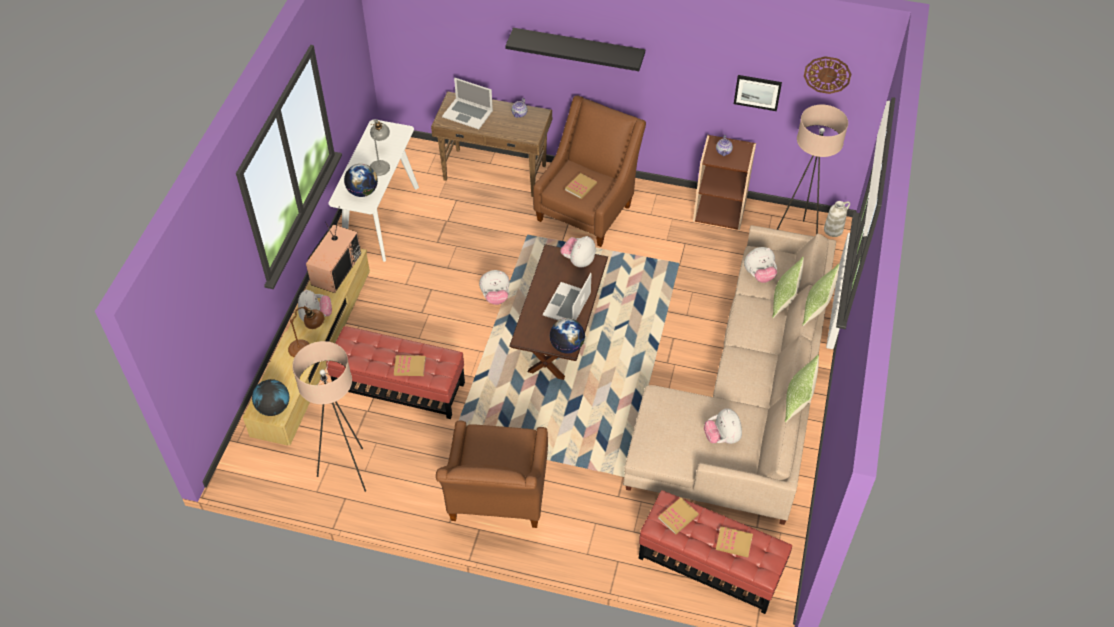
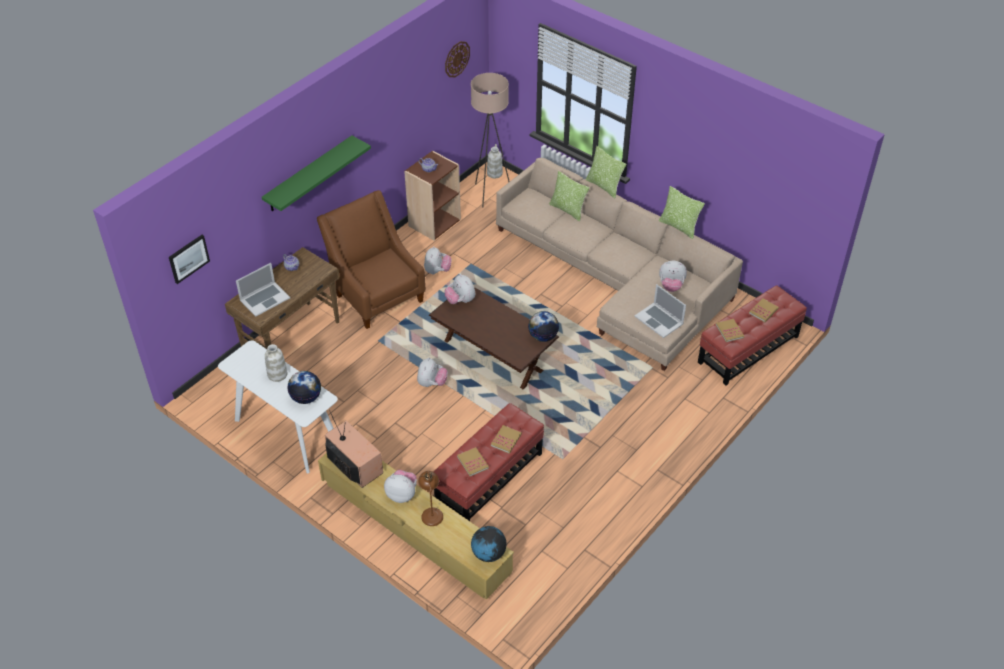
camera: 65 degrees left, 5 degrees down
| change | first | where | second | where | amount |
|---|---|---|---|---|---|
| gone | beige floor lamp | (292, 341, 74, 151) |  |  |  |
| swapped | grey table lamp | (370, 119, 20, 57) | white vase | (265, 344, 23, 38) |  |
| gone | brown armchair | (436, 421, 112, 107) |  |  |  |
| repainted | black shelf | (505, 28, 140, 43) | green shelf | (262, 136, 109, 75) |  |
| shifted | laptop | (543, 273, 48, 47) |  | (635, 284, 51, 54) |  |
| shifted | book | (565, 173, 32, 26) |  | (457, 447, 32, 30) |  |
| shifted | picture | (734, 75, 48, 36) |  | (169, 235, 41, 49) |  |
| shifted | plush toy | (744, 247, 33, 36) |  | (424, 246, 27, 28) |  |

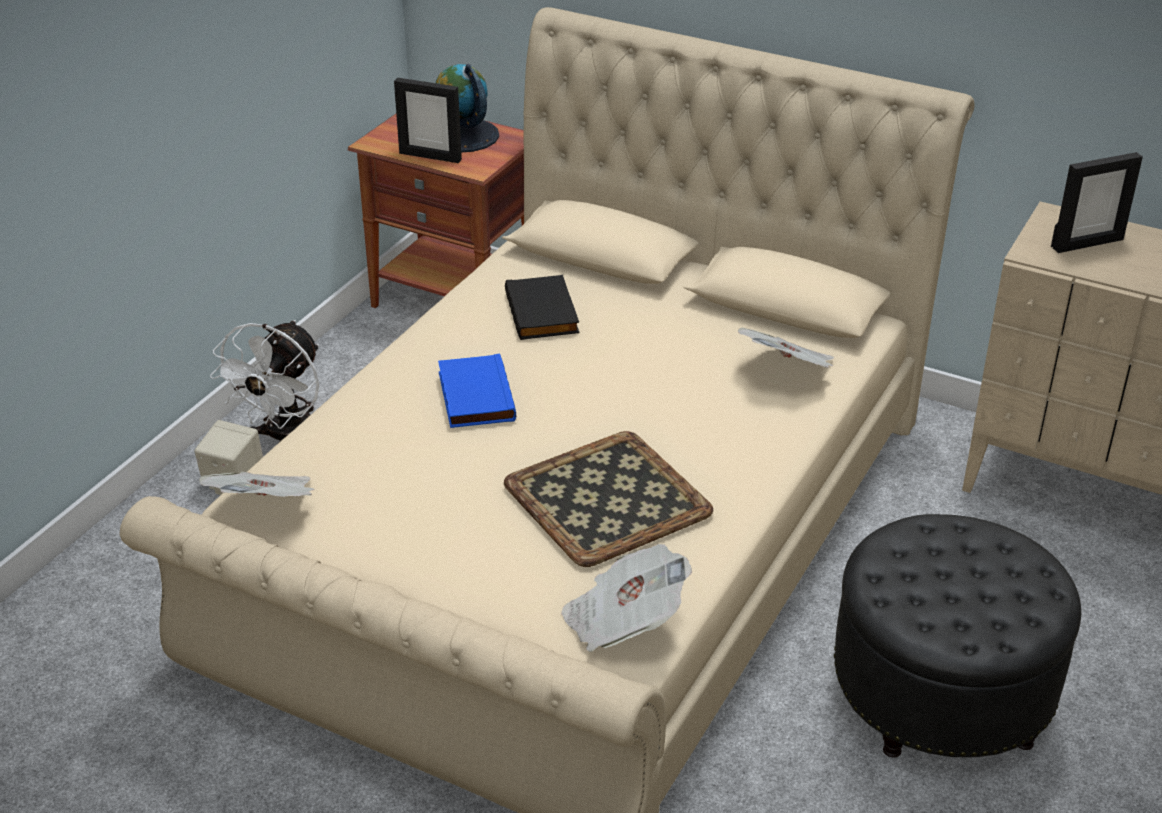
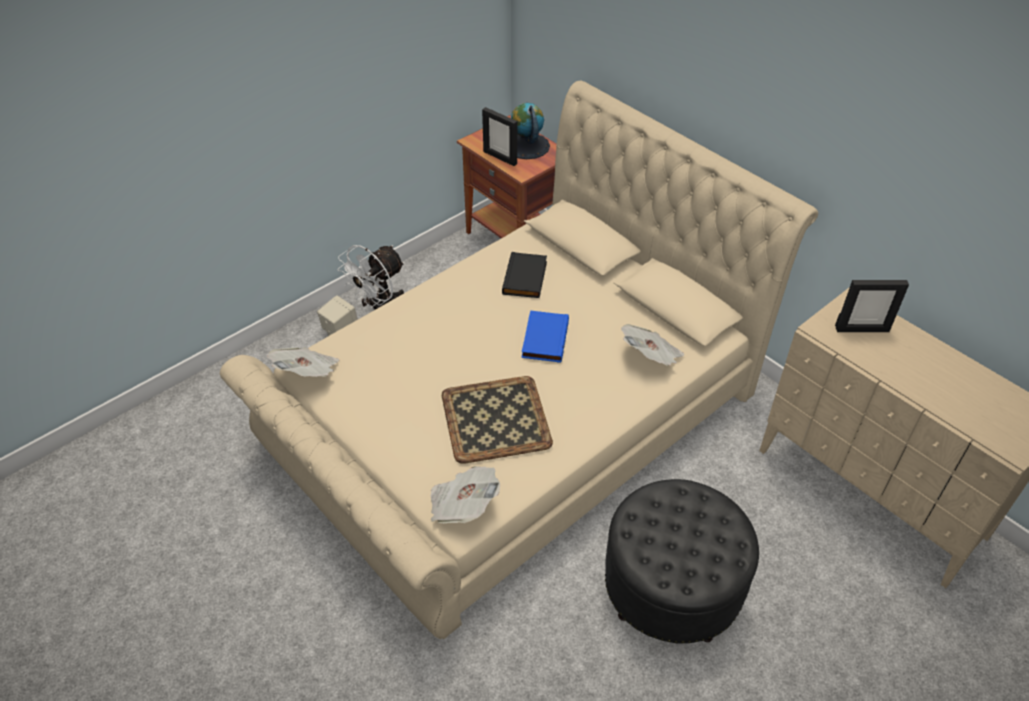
camera: 20 degrees right, 10 degrees up
| change | first | where | second | where | amount |
|---|---|---|---|---|---|
| shifted | blue book | (438, 354, 78, 74) |  | (521, 310, 48, 53) |  |

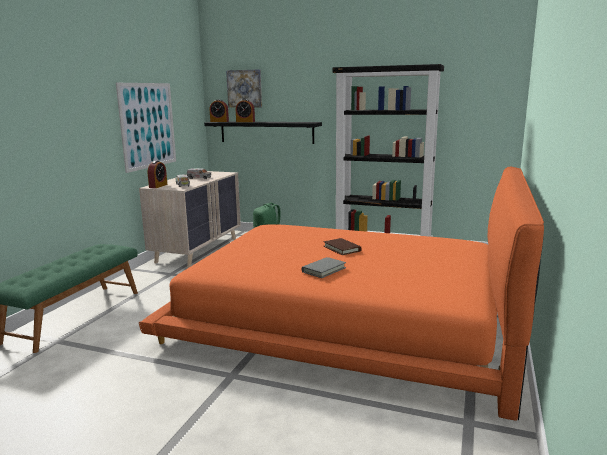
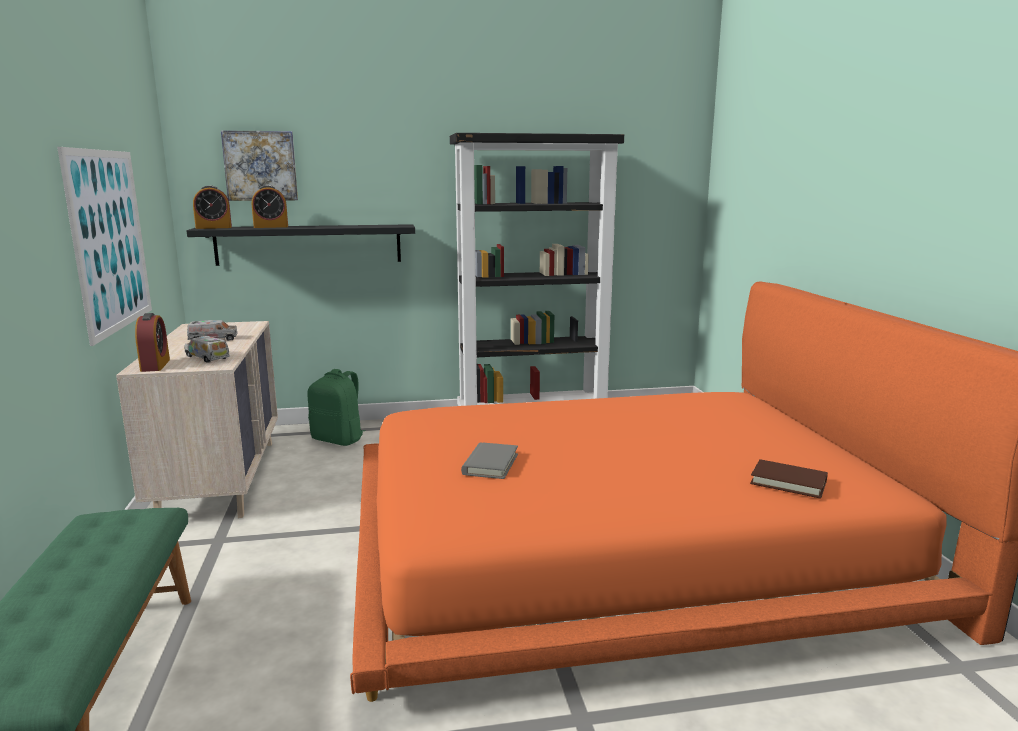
camera: 30 degrees left, 0 degrees up
| change | first | where | second | where | amount |
|---|---|---|---|---|---|
| shifted | grey book | (302, 257, 44, 21) |  | (461, 442, 57, 37) |  |
| shifted | brown book | (323, 238, 39, 17) |  | (750, 459, 78, 40) |  |

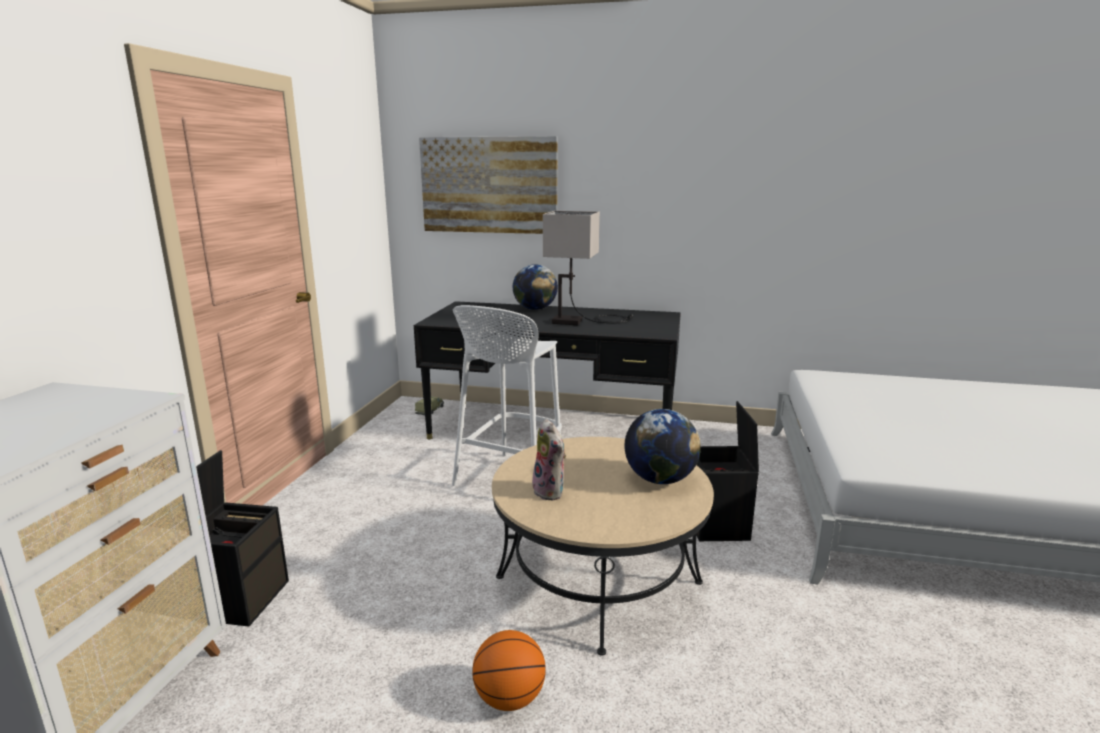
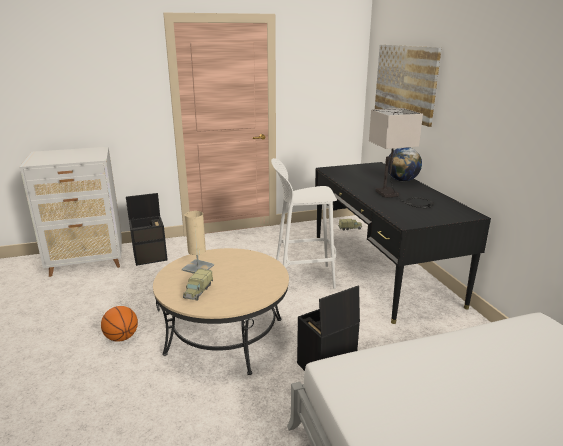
camera: 60 degrees right, 5 degrees up
| change | first | where | second | where | amount |
|---|---|---|---|---|---|
| swapped | plush toy | (532, 419, 34, 81) | beige table lamp | (182, 211, 32, 63) |  |
| gone | globe | (625, 409, 76, 75) |  |  |  |
| new |  |  | toy truck | (183, 268, 30, 33) |  |

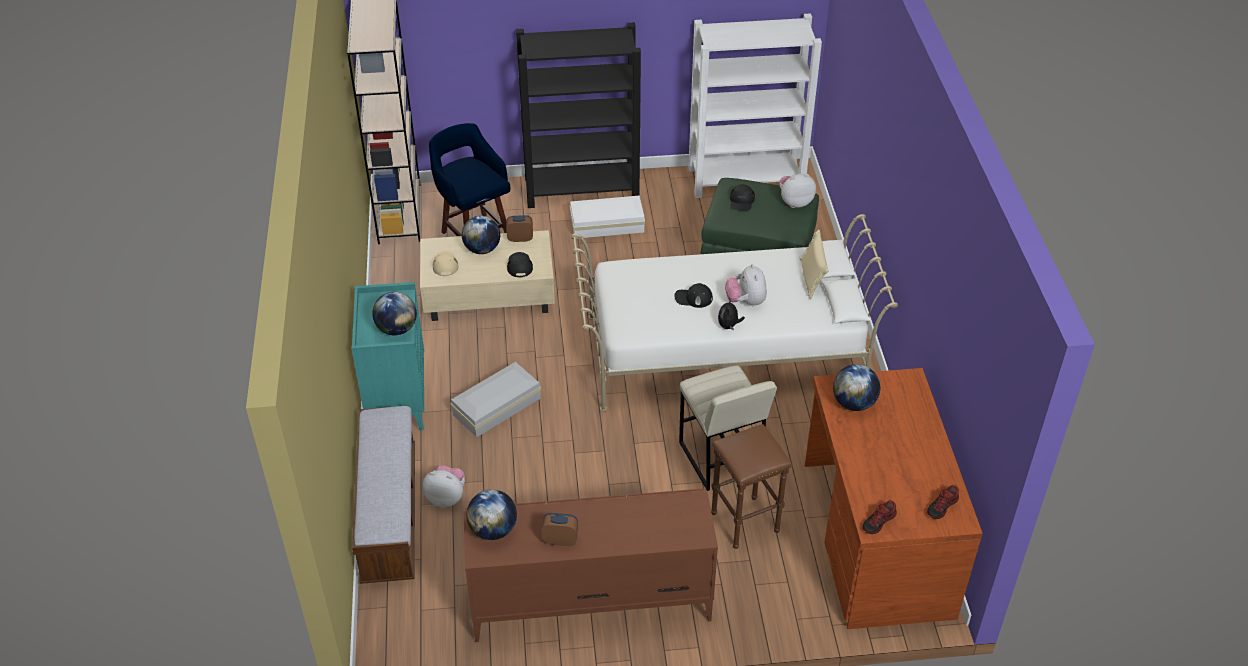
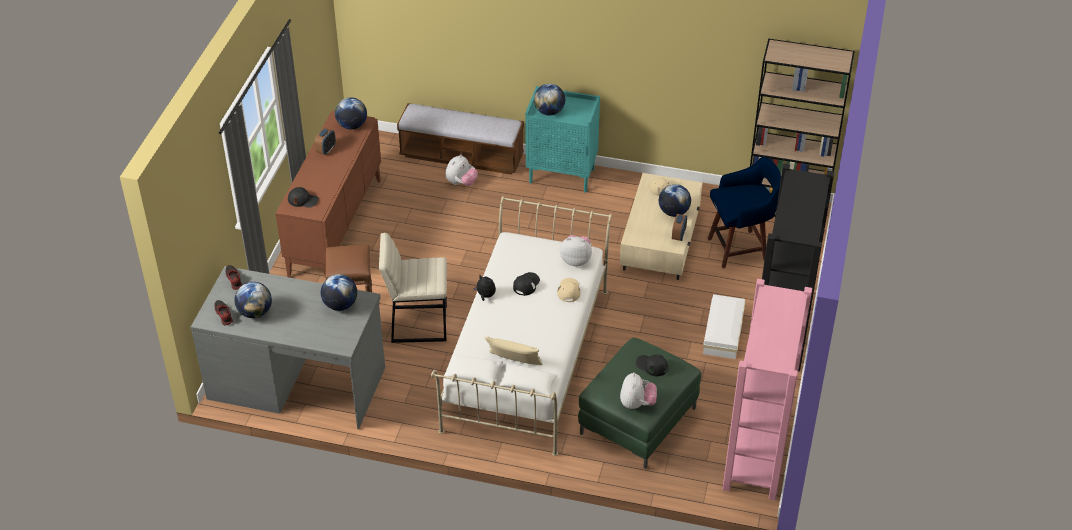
camera: 110 degrees right, 0 degrees up
| change | first | where | second | where | amount |
|---|---|---|---|---|---|
| gone | white storage box | (450, 362, 91, 76) |  |  |  |
| shifted | black cap | (507, 252, 26, 25) |  | (288, 187, 31, 21) |  |
| repainted | white bookcase | (688, 13, 134, 185) | pink bookcase | (722, 279, 90, 221) |  |
| shifted | plush toy | (725, 264, 42, 42) |  | (560, 235, 32, 31) |  |
| repainted | brown desk | (805, 368, 178, 261) | grey desk | (191, 266, 194, 163) |  |
| new |  |  | globe | (234, 282, 38, 36) |  |
| new |  |  | beige cap | (557, 278, 24, 24) |  |

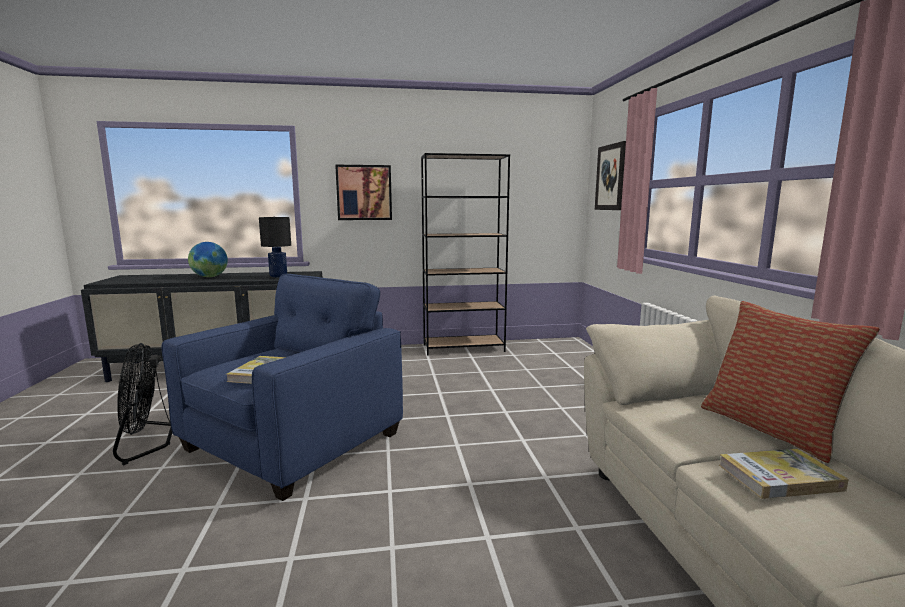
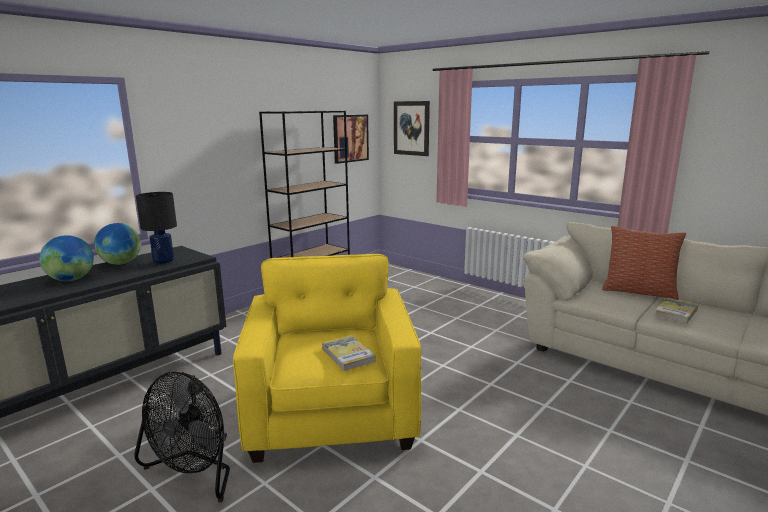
camera: 40 degrees left, 5 degrees up
| change | first | where | second | where | amount |
|---|---|---|---|---|---|
| repainted | blue armchair | (162, 274, 241, 227) | yellow armchair | (233, 254, 188, 209) |  |
| shifted | picture | (335, 165, 57, 55) |  | (333, 115, 36, 49) |  |
| new |  |  | globe | (94, 223, 47, 42) |  |

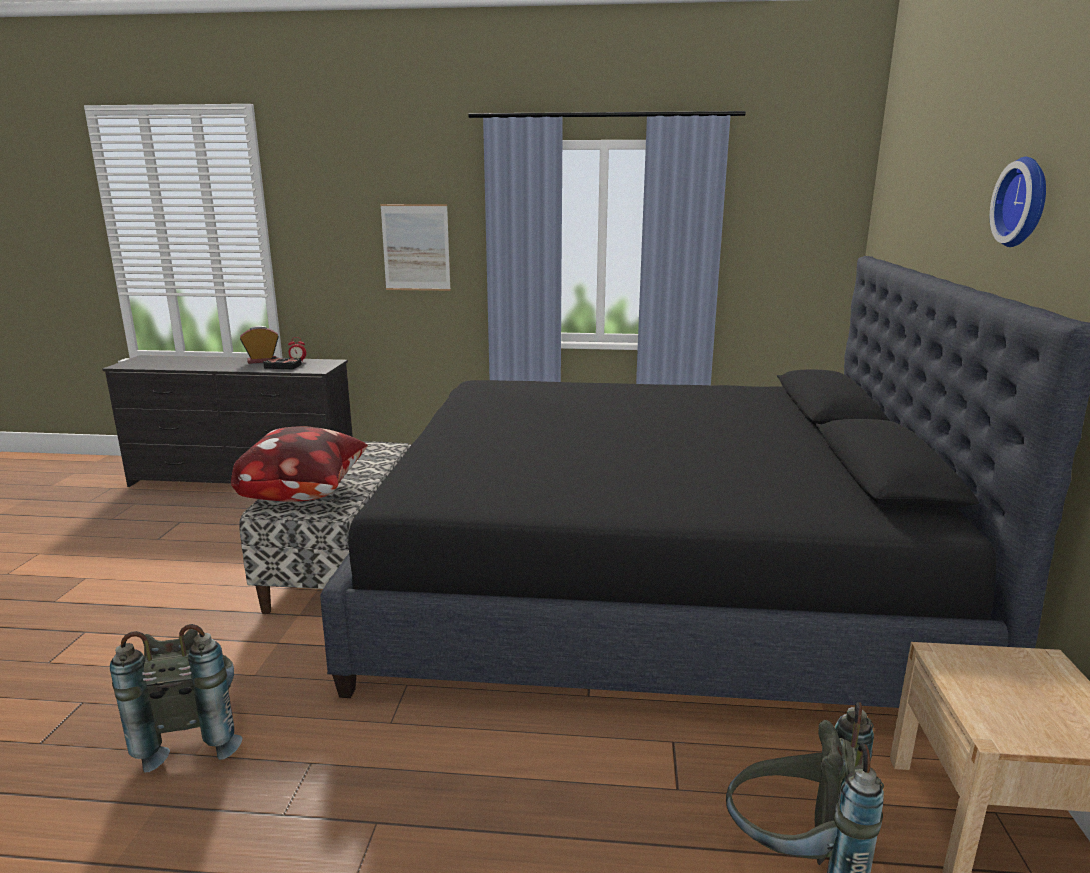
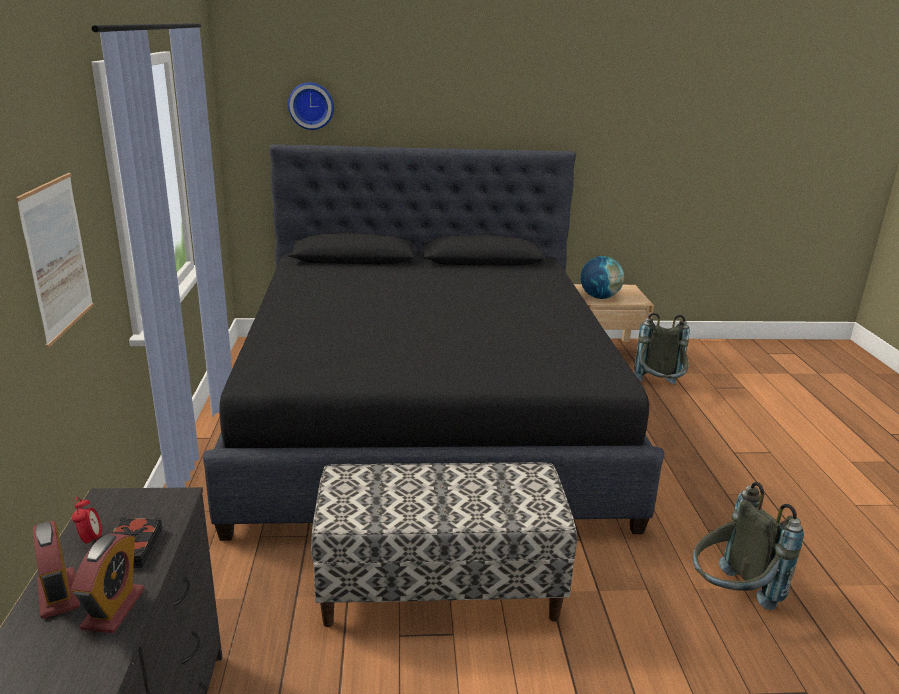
camera: 100 degrees left, 5 degrees up
| change | first | where | second | where | amount |
|---|---|---|---|---|---|
| gone | pillow | (231, 426, 137, 76) |  |  |  |
| shifted | wall clock | (990, 157, 56, 90) |  | (288, 82, 46, 48) |  |
| new |  |  | alarm clock | (71, 534, 74, 99) |  |
| new |  |  | globe | (581, 256, 43, 43) |  |

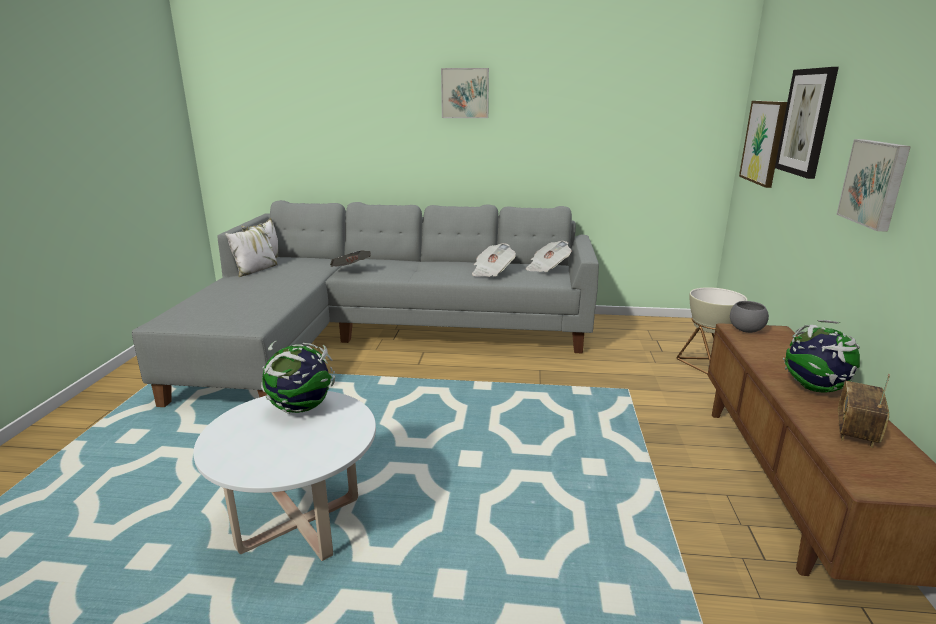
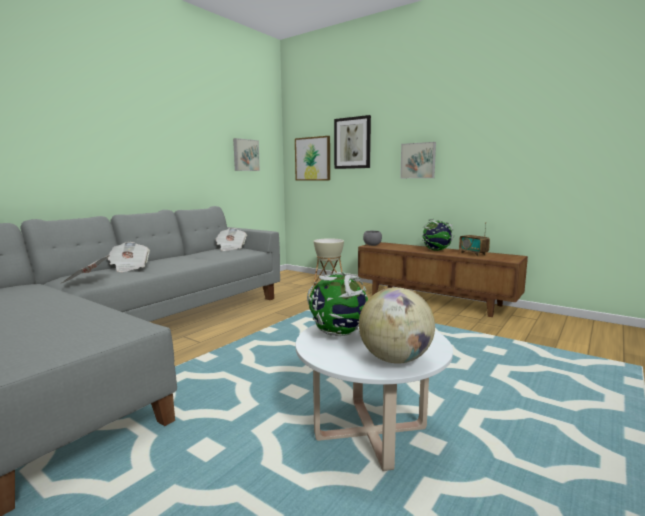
camera: 60 degrees left, 10 degrees down
| change | first | where | second | where | amount |
|---|---|---|---|---|---|
| shifted | picture | (441, 68, 48, 50) |  | (233, 138, 27, 33) |  |
| shifted | newspaper | (472, 243, 44, 34) |  | (107, 242, 43, 30) |  |
| new |  |  | globe | (359, 287, 76, 77) |  |

